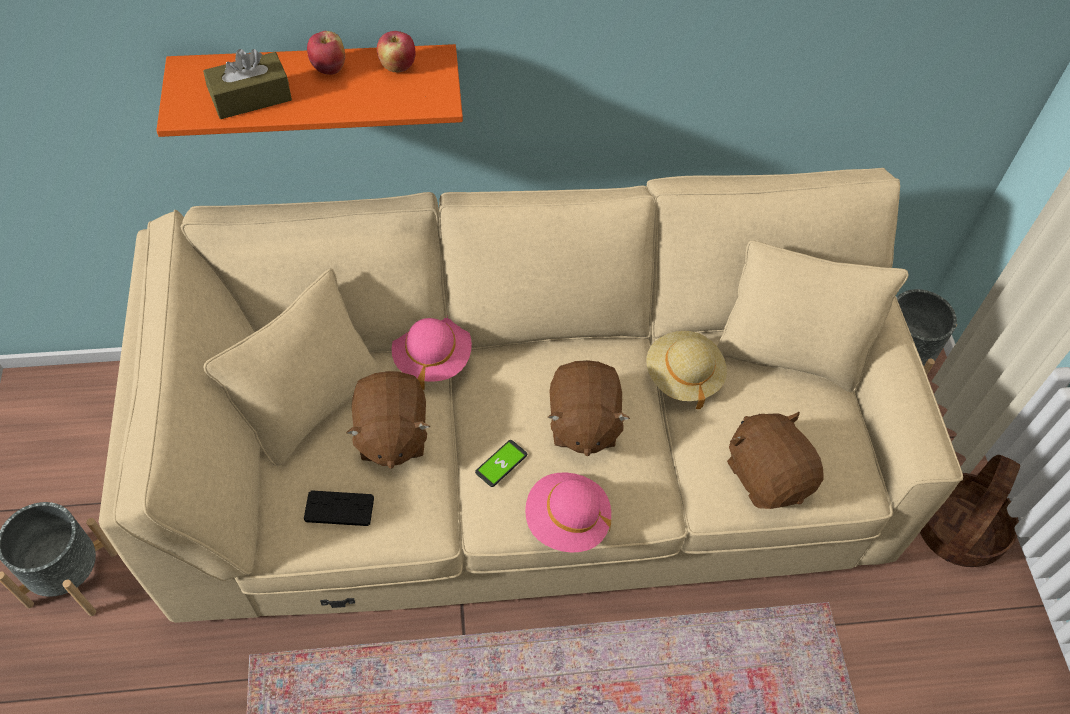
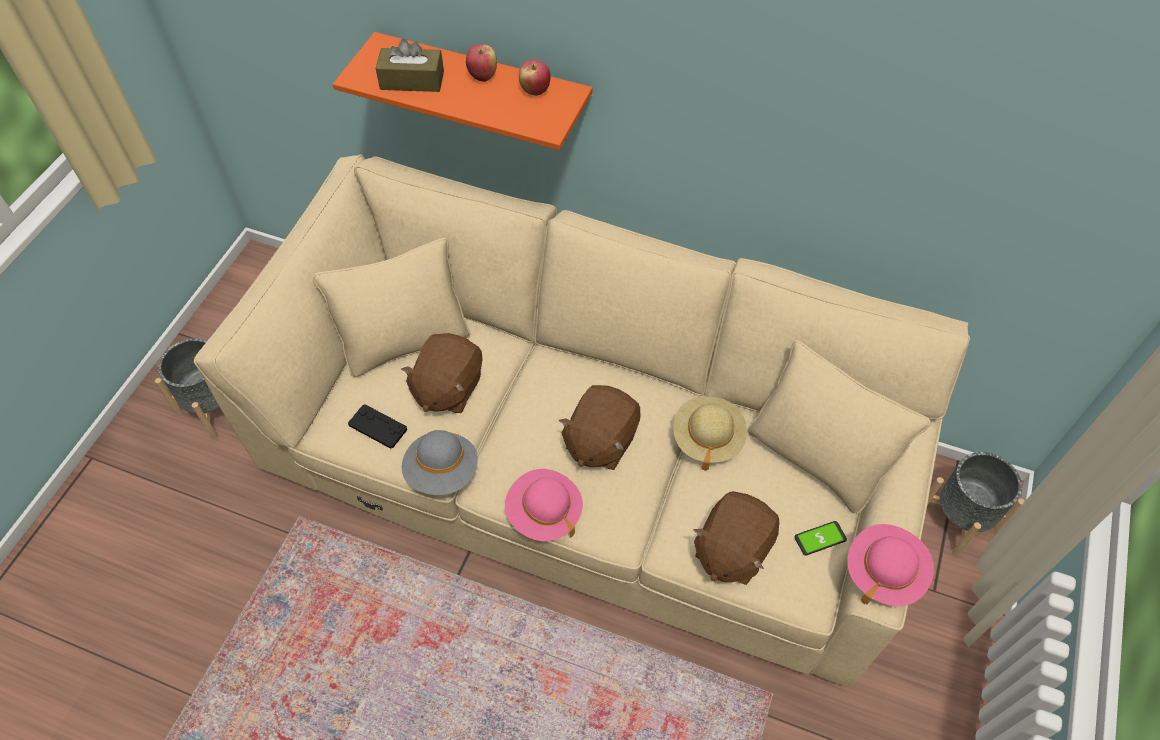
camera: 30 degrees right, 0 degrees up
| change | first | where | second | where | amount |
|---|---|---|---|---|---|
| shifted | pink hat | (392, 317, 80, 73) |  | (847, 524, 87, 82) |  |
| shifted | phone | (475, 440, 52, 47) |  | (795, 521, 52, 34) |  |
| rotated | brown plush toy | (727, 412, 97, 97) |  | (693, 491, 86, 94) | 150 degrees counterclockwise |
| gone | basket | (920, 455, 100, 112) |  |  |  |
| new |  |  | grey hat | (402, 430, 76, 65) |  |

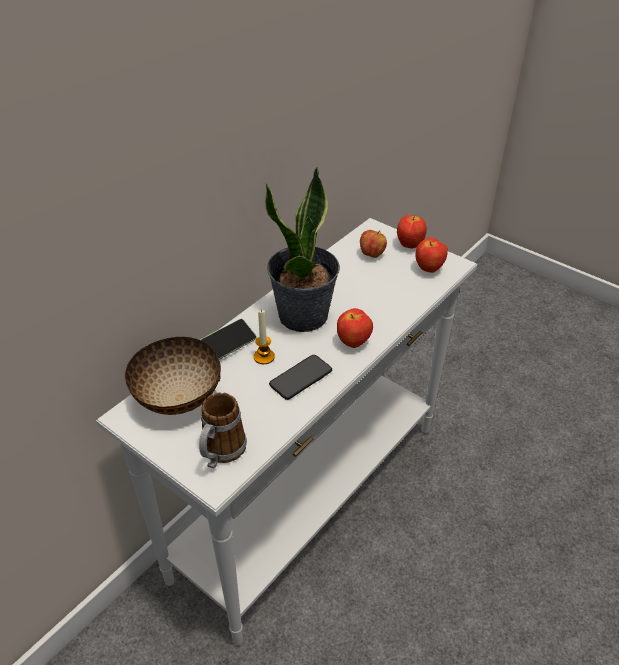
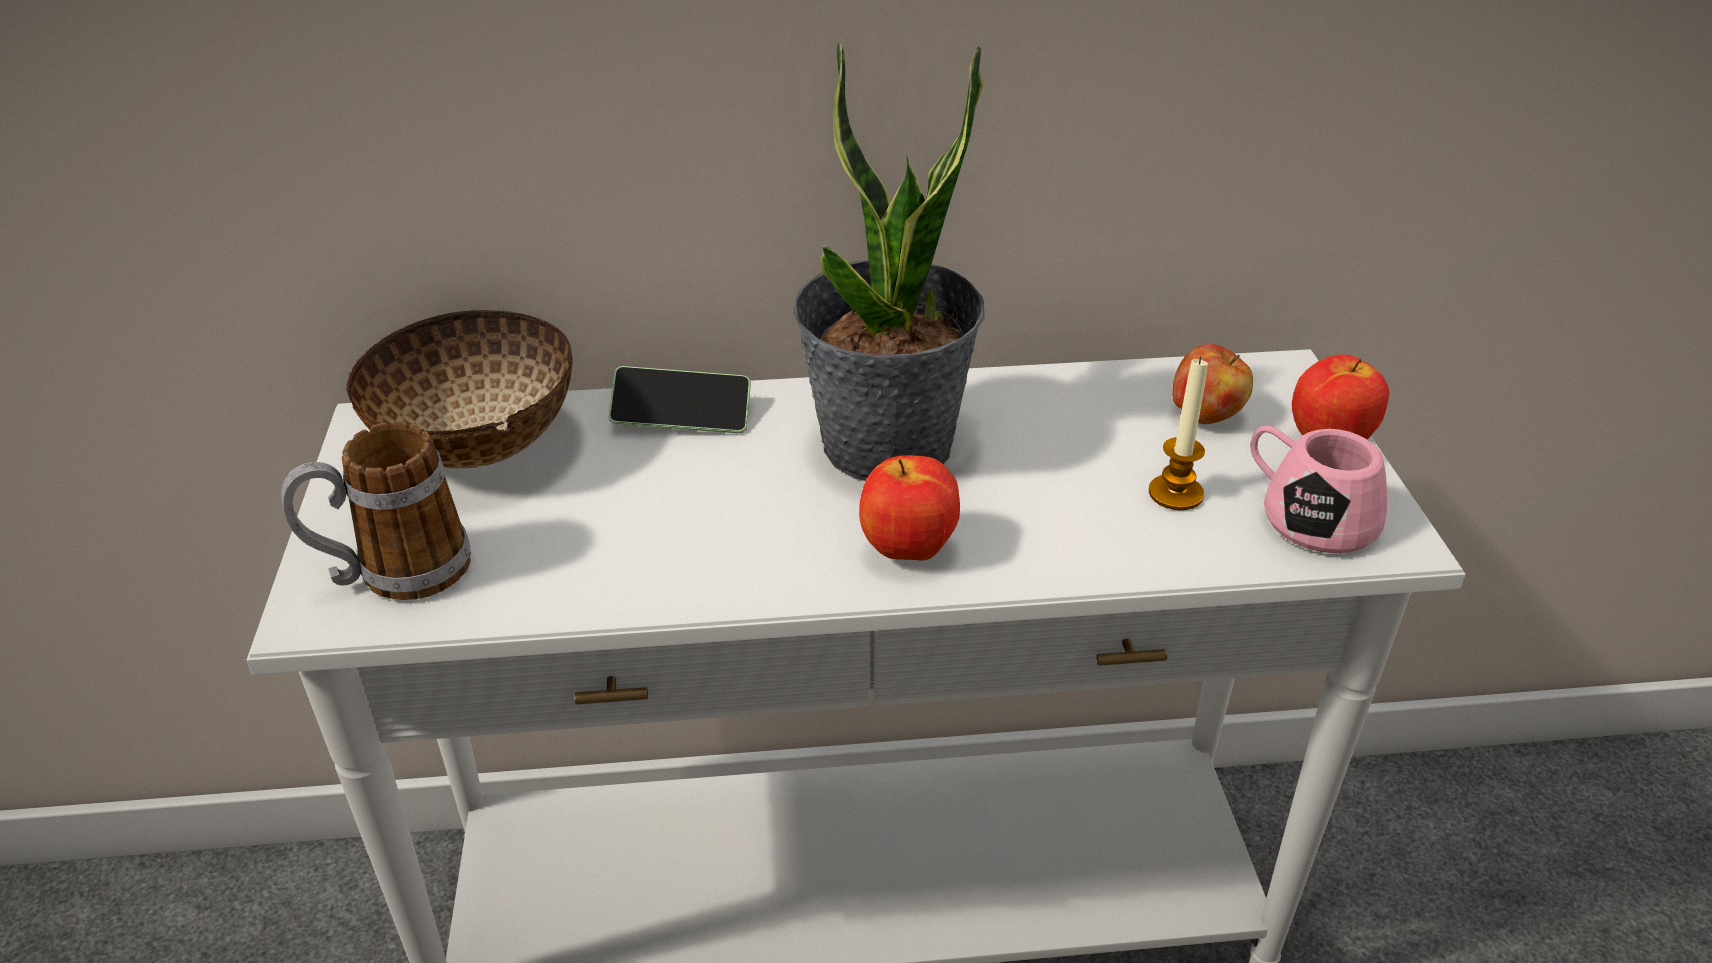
camera: 45 degrees right, 5 degrees down
| change | first | where | second | where | amount |
|---|---|---|---|---|---|
| shifted | candle | (254, 310, 21, 54) |  | (1149, 356, 59, 154) |  |
| gone | phone | (269, 355, 63, 45) |  |  |  |
| swapped | apple | (415, 238, 33, 35) | pink mug | (1251, 426, 136, 127) |  |

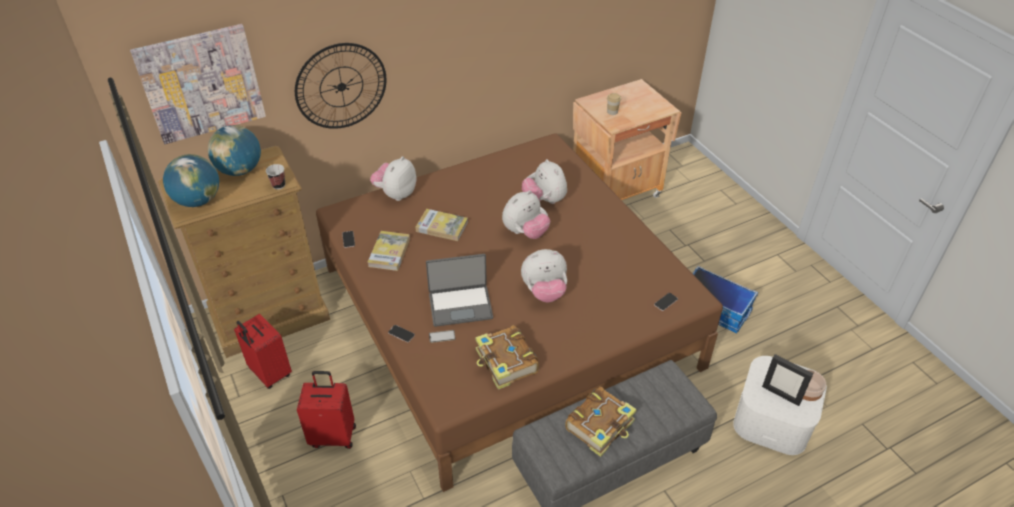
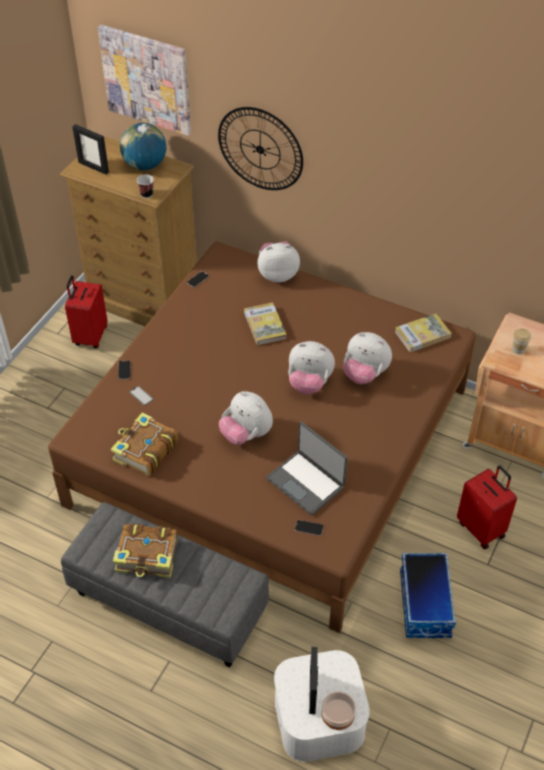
camera: 55 degrees right, 5 degrees up
| change | first | where | second | where | amount |
|---|---|---|---|---|---|
| swapped | globe | (163, 154, 56, 53) | picture frame | (72, 124, 37, 51) |  |
| shifted | red suitcase | (297, 371, 59, 78) |  | (457, 465, 60, 84) |  |
| shifted | book | (367, 231, 43, 40) |  | (395, 313, 57, 39) |  |
| shifted | laptop | (426, 254, 67, 73) |  | (266, 422, 82, 93) |  |
| rotated | plush toy | (522, 159, 45, 45) |  | (343, 332, 49, 52) | 90 degrees counterclockwise |

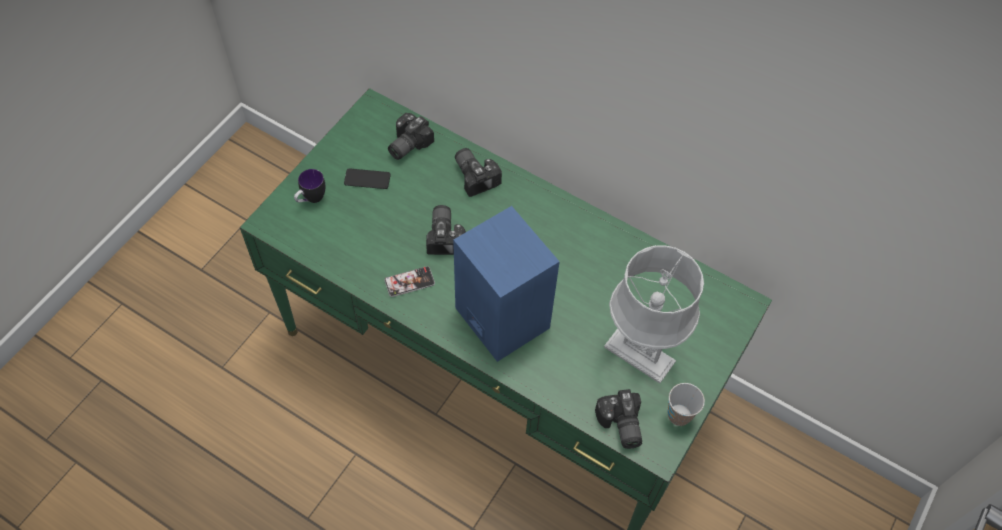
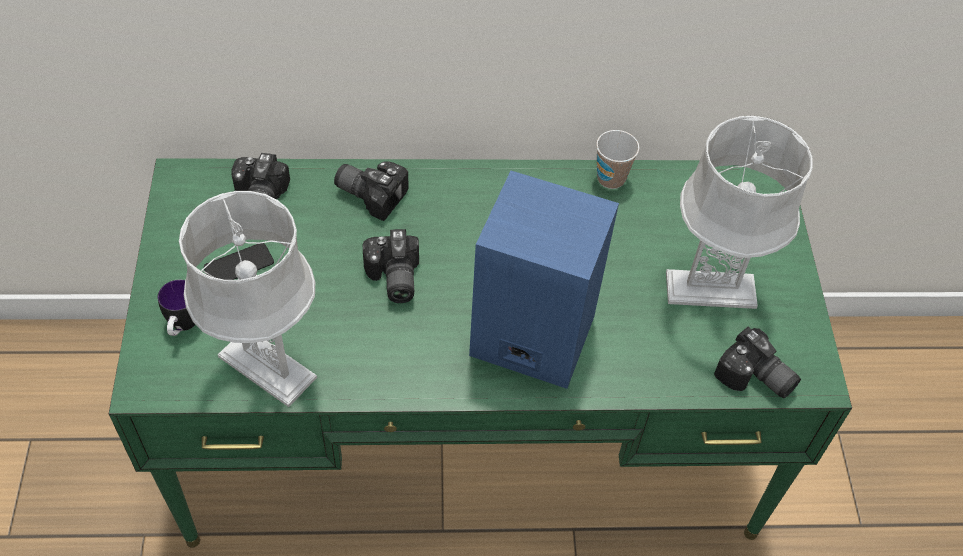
camera: 35 degrees left, 5 degrees down
| change | first | where | second | where | amount |
|---|---|---|---|---|---|
| gone | phone | (384, 266, 51, 31) |  |  |  |
| rotated | photo camera | (426, 205, 40, 50) |  | (363, 229, 56, 74) | 150 degrees counterclockwise |
| shifted | cup | (667, 383, 38, 43) |  | (596, 130, 43, 59) |  |
| new |  |  | grey table lamp | (179, 191, 138, 216) |  |

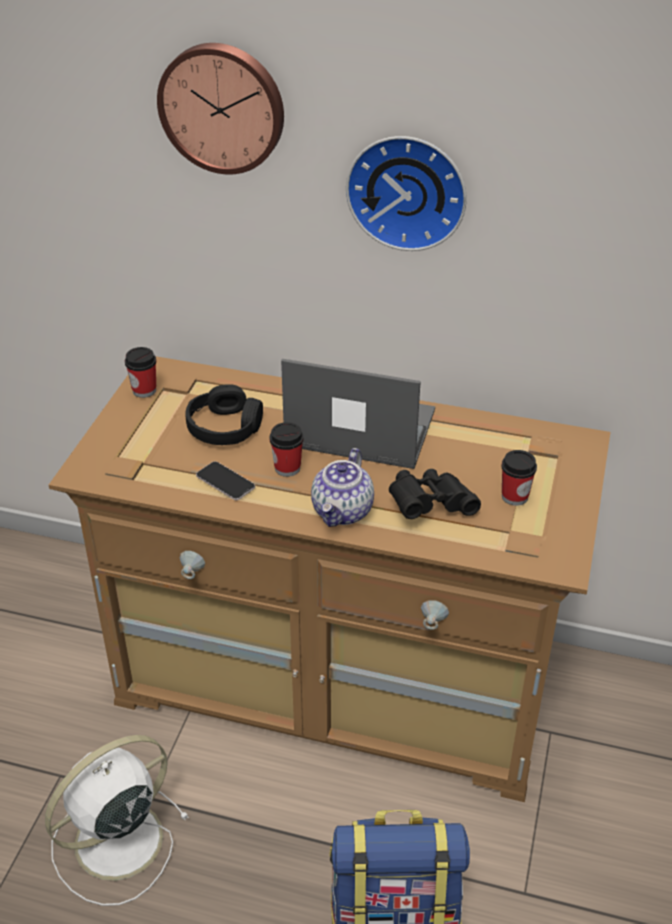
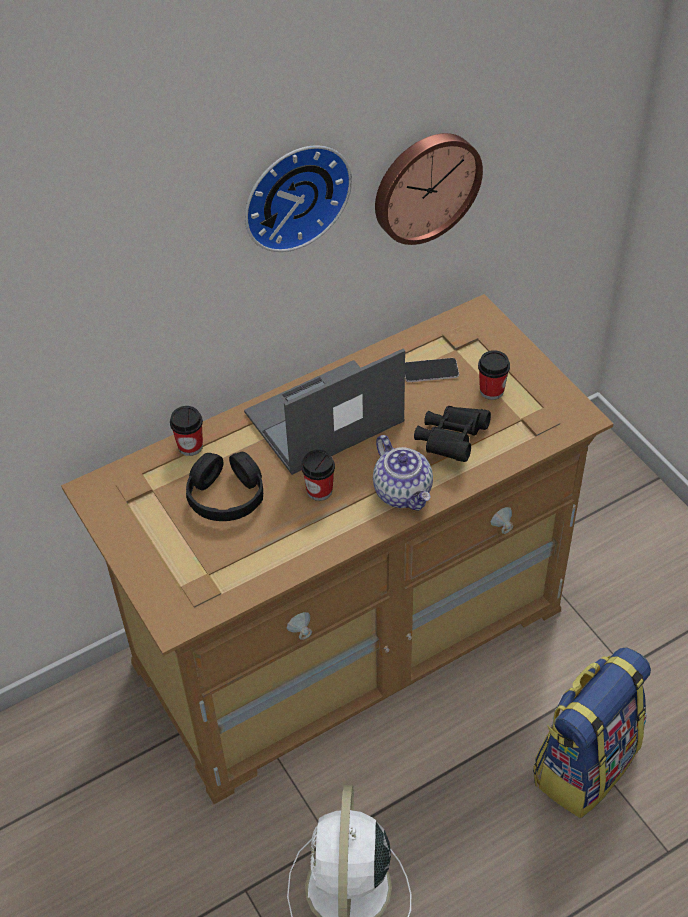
camera: 45 degrees left, 10 degrees up
| change | first | where | second | where | amount |
|---|---|---|---|---|---|
| shifted | cup | (125, 347, 31, 51) |  | (170, 406, 33, 50) |  |
| shifted | wall clock | (157, 43, 127, 132) |  | (375, 133, 108, 112) |  |
| shifted | phone | (196, 461, 59, 39) |  | (405, 358, 54, 24) |  |

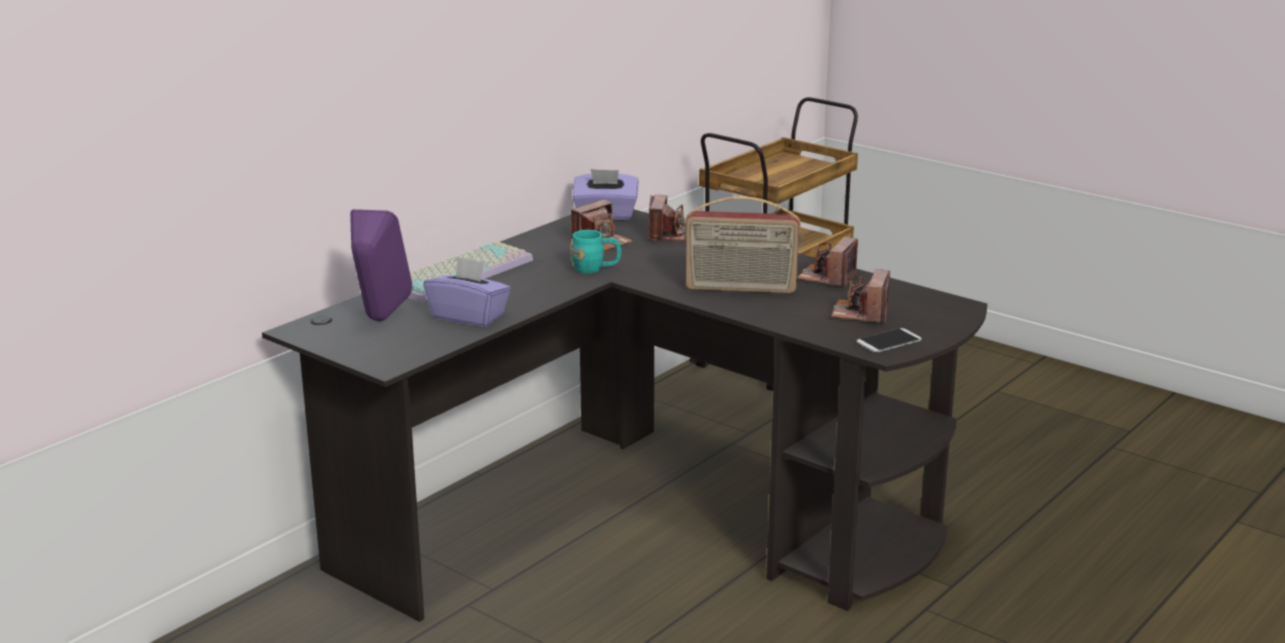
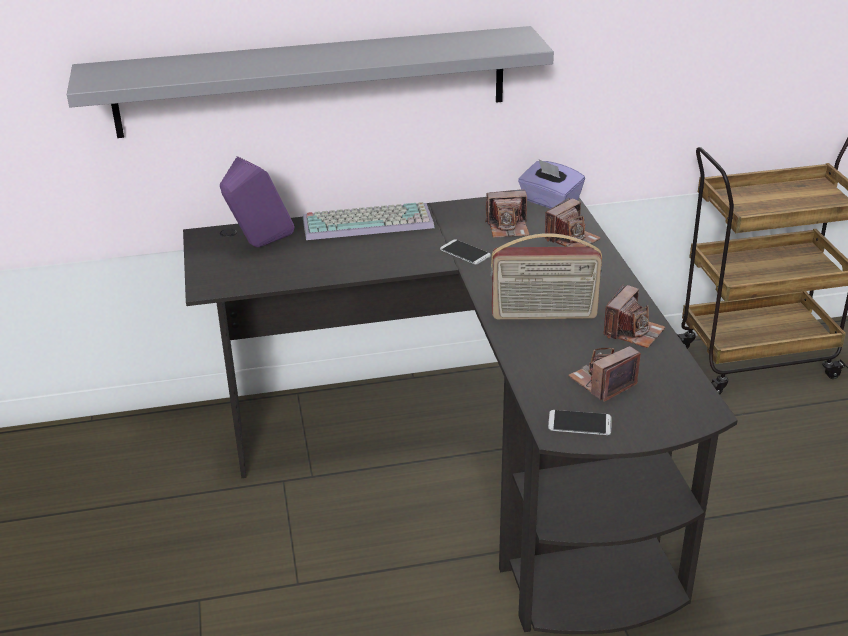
camera: 40 degrees right, 10 degrees up
| change | first | where | second | where | amount |
|---|---|---|---|---|---|
| gone | purple tissue box | (423, 256, 88, 71) |  |  |  |
| swapped | turquoise mug | (570, 230, 51, 43) | phone | (440, 239, 51, 26) |  |
| rotated | radio | (684, 196, 117, 97) |  | (490, 233, 112, 87) | 45 degrees counterclockwise |
| rotated | photo camera | (797, 237, 61, 49) |  | (603, 285, 62, 63) | 150 degrees clockwise |
| new |  |  | grey shelf | (67, 26, 487, 112) |  |

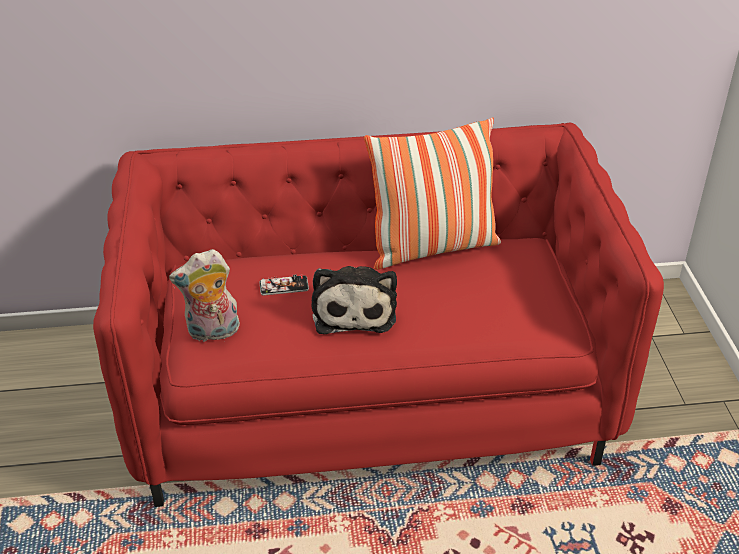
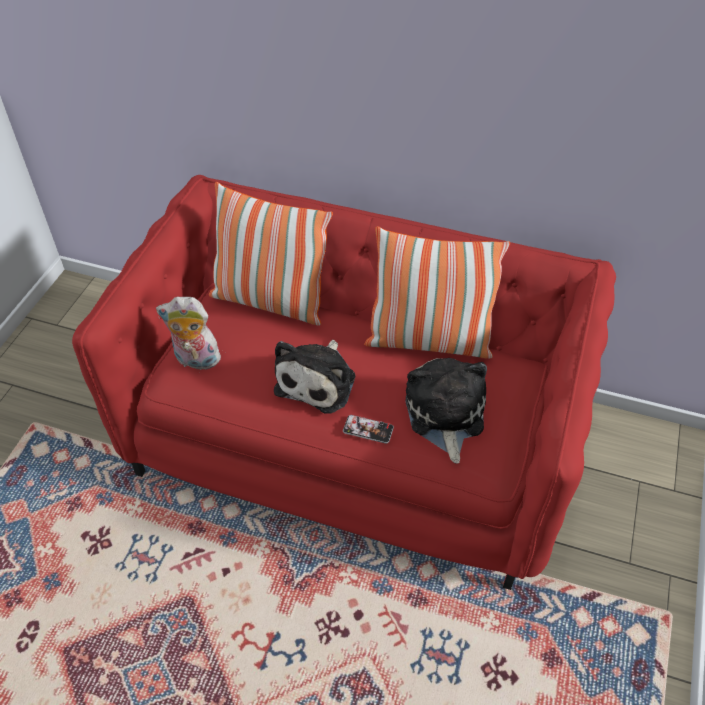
camera: 25 degrees right, 10 degrees up
| change | first | where | second | where | amount |
|---|---|---|---|---|---|
| shifted | phone | (259, 274, 50, 22) |  | (343, 415, 51, 29) |  |
| new |  |  | pillow | (209, 182, 124, 144) |  |
| new |  |  | plush toy | (405, 358, 82, 106) |  |

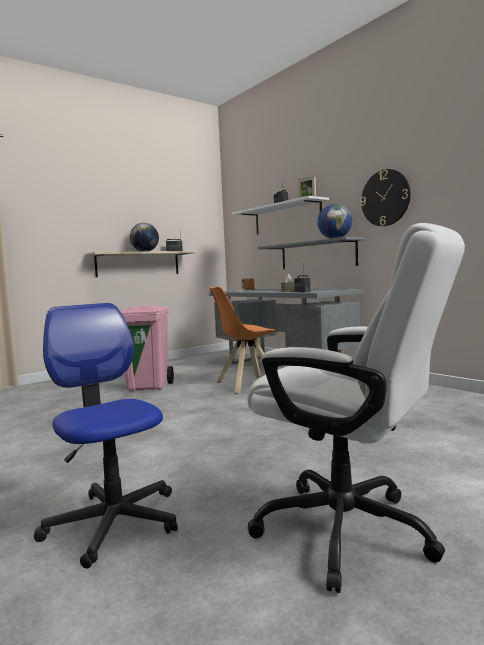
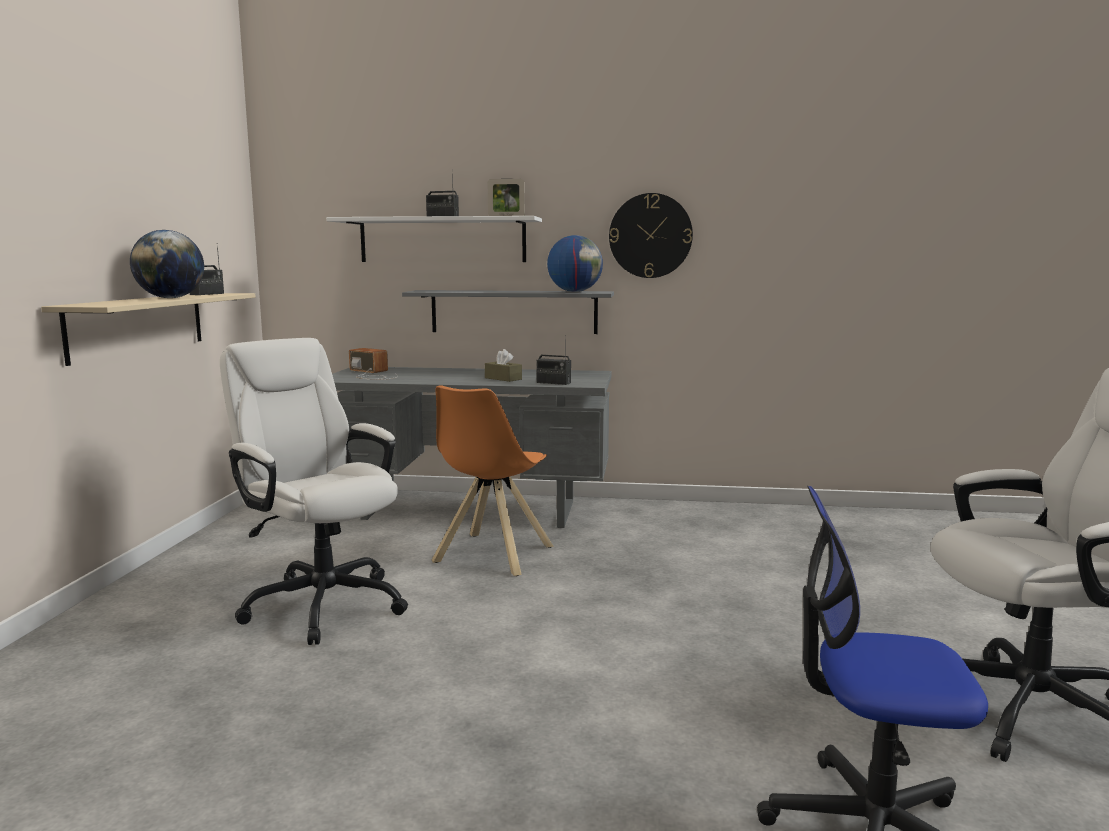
camera: 45 degrees left, 5 degrees up
| change | first | where | second | where | amount |
|---|---|---|---|---|---|
| swapped | pink trash can | (120, 305, 54, 86) | white office chair | (220, 338, 188, 307) |  |

